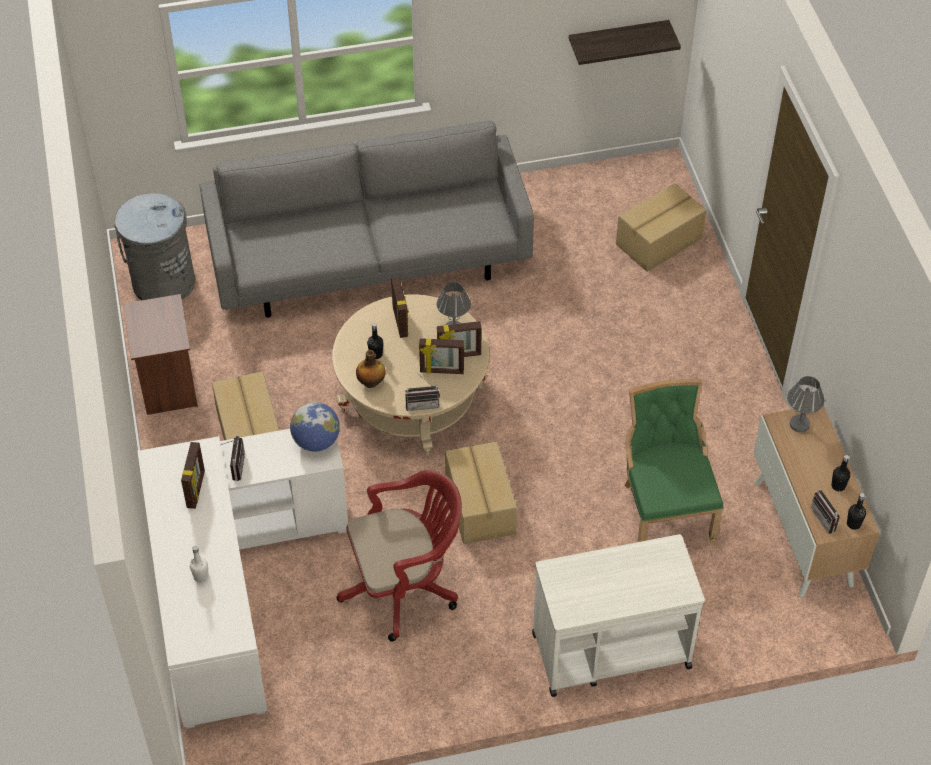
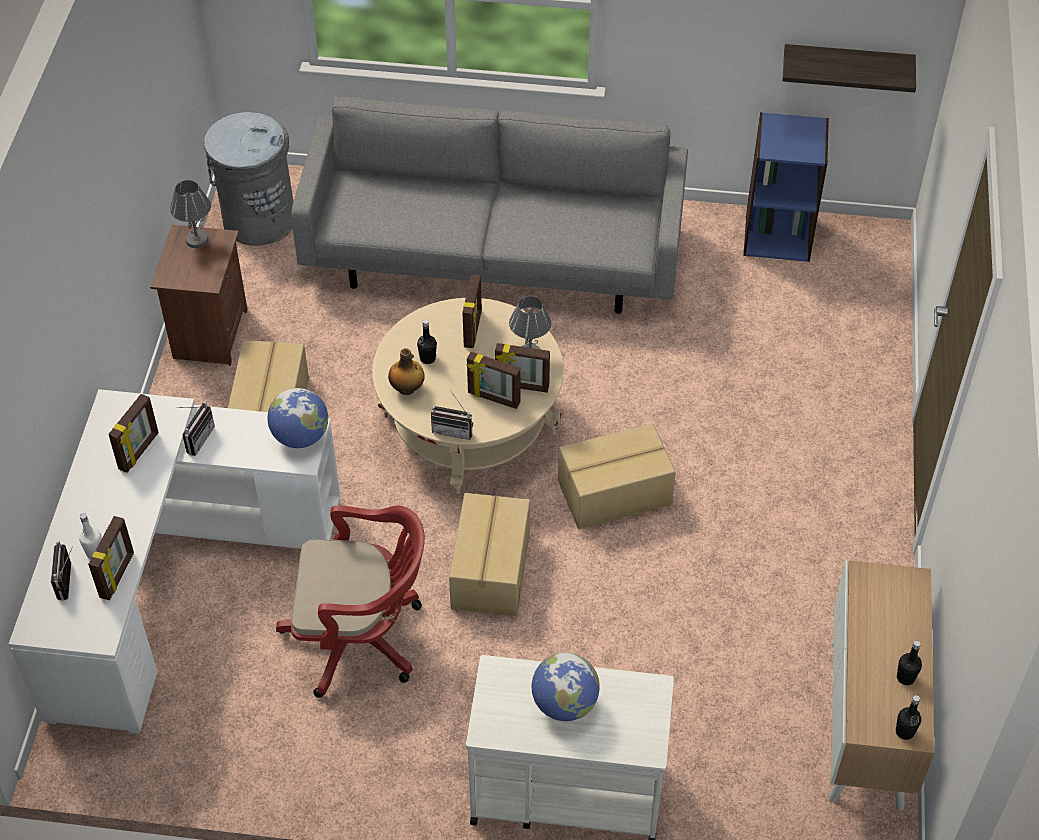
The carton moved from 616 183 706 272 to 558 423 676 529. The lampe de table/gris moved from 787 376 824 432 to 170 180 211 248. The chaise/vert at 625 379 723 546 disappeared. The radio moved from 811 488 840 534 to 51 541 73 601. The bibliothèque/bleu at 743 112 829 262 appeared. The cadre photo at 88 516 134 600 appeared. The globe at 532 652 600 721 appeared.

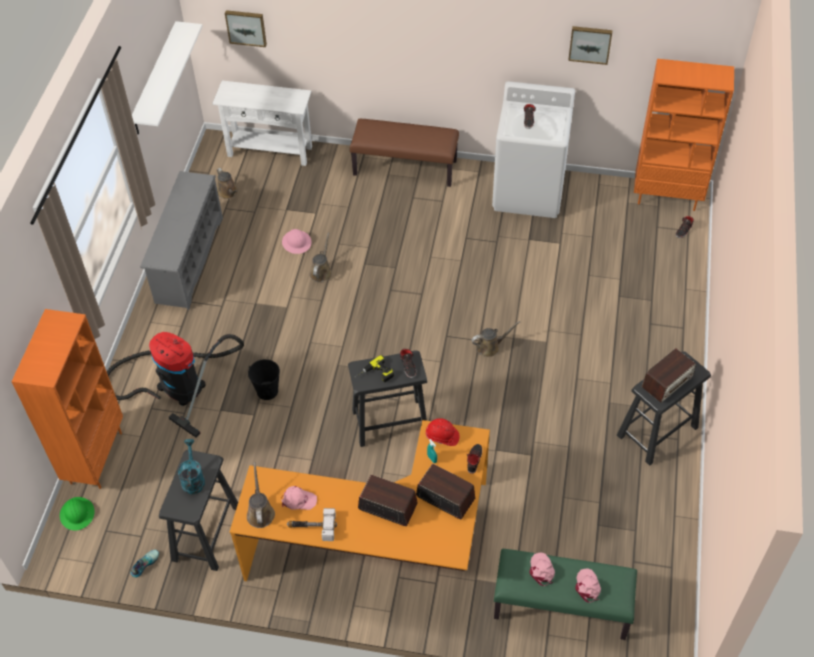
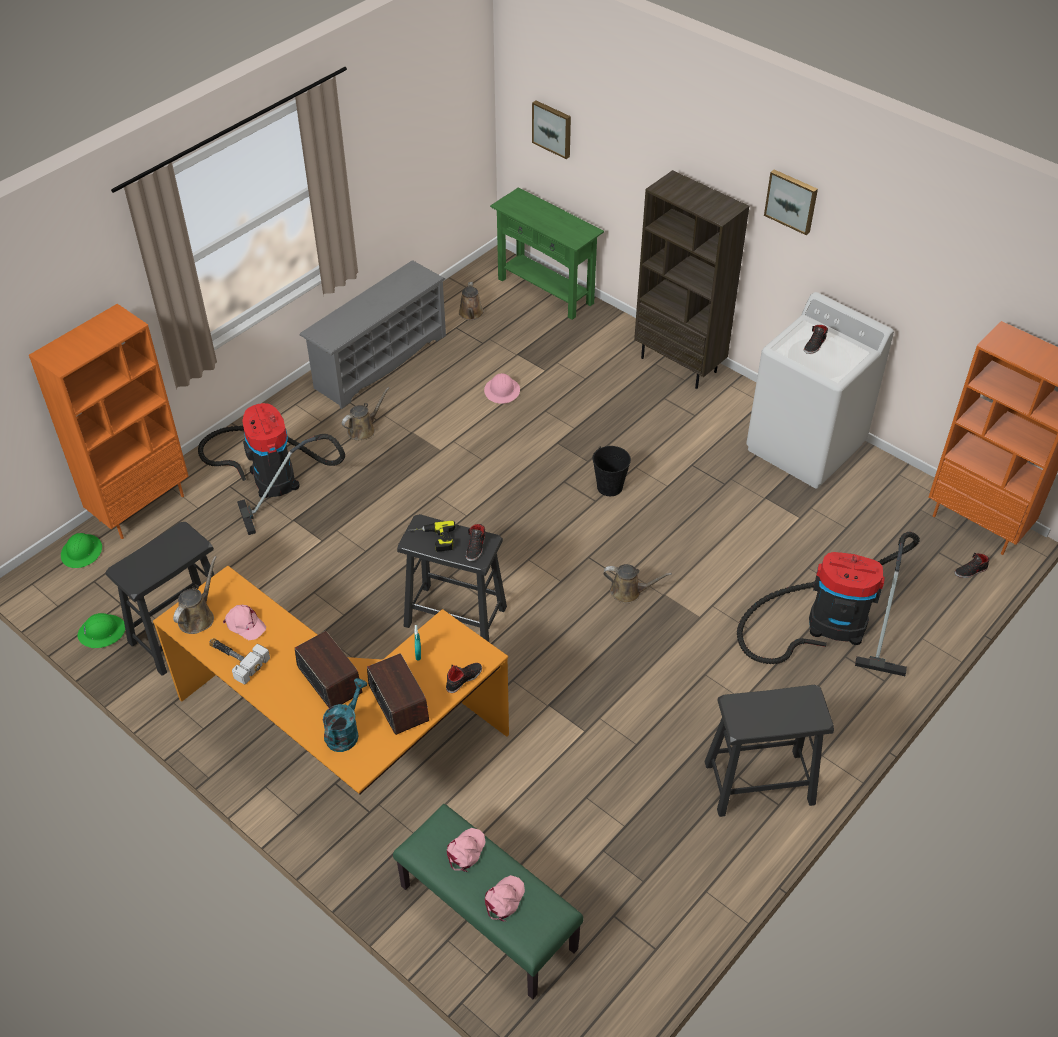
The étagère/blanc at 132 21 203 135 disappeared. The tableau moved from 568 26 613 65 to 764 169 818 235. The table console/blanc at 212 81 312 166 became the table console/vert at 490 187 604 320. The banc/marron at 350 119 459 187 was replaced by the bibliothèque/marron at 634 170 749 389. The arrosoir/marron moved from 310 233 332 283 to 342 387 389 441. The radio at 642 349 696 403 disappeared. The seau/noir moved from 248 359 280 400 to 592 446 631 496. The casque de chantier/rouge at 425 418 460 446 disappeared. The arrosoir/turquoise moved from 178 439 205 494 to 323 678 368 752. The chaussure at 131 550 159 577 was replaced by the casque de chantier/vert at 78 613 125 648. The aspirateur at 737 532 920 676 appeared.

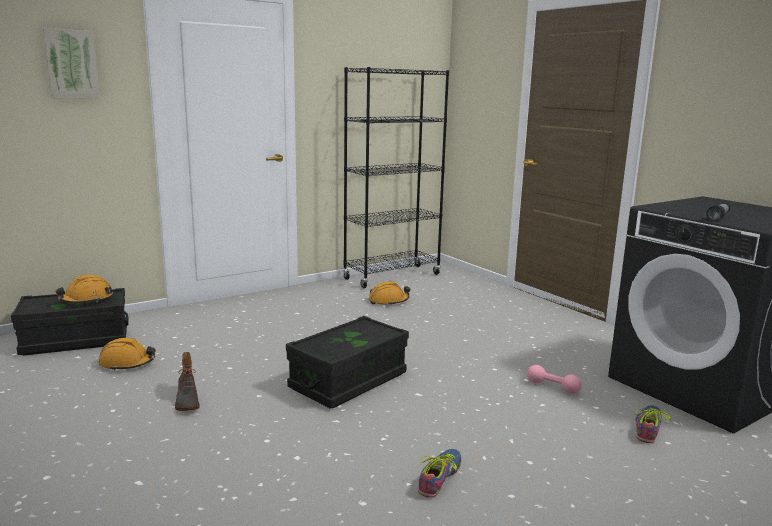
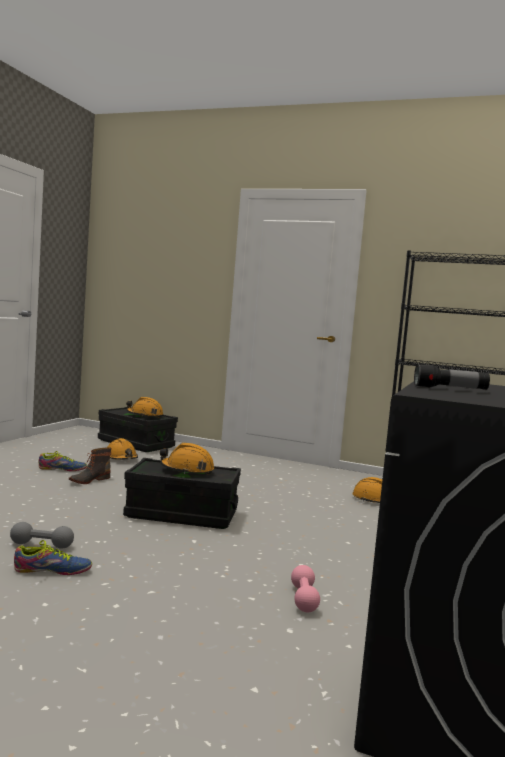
The tableau at 43 28 100 99 disappeared. The chaussure moved from 635 405 671 443 to 39 451 87 471. The casque de chantier/orange at 160 443 214 475 appeared. The haltère/gris at 10 522 74 549 appeared.

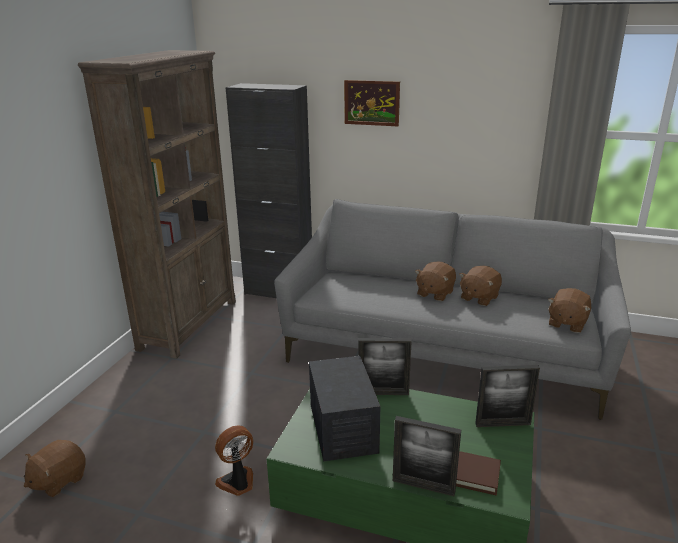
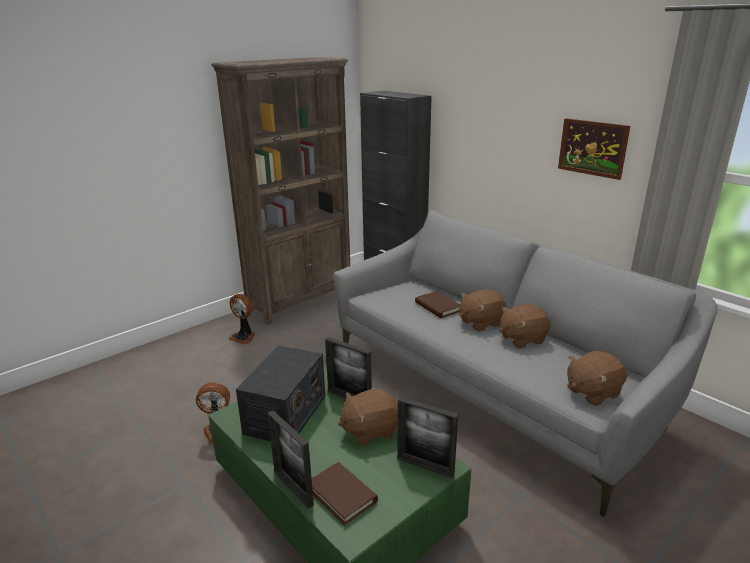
The tableau moved from 344 80 400 126 to 558 118 630 180. The peluche/marron moved from 24 440 86 497 to 338 388 398 446. The livre/marron at 415 291 460 318 appeared. The ventilateur at 228 294 255 345 appeared.

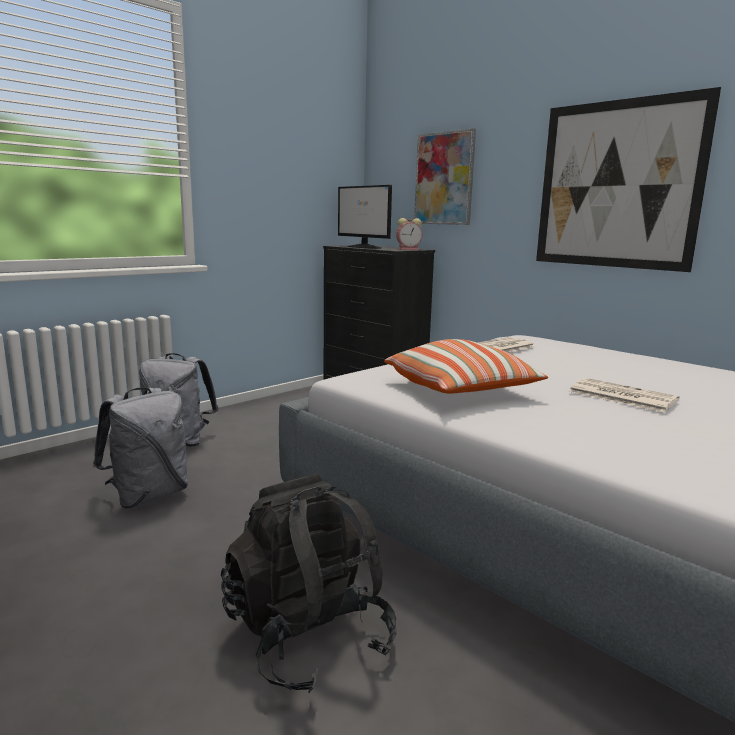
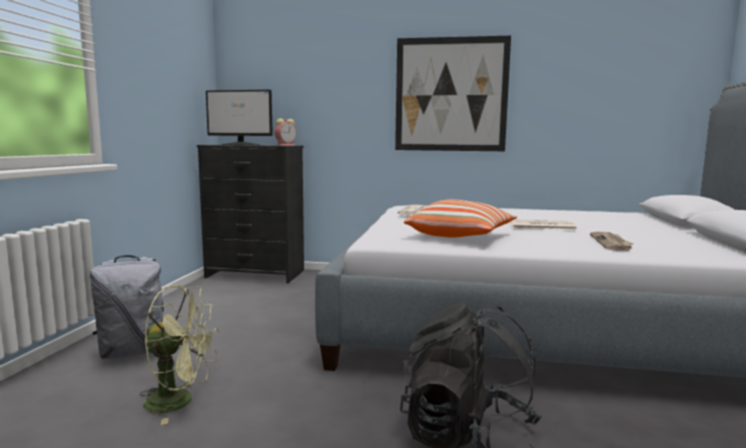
The tableau at 414 128 476 225 disappeared. The sac à dos/gris at 93 387 188 509 was replaced by the ventilateur/vert at 140 285 219 425. The journal at 590 232 633 251 appeared.

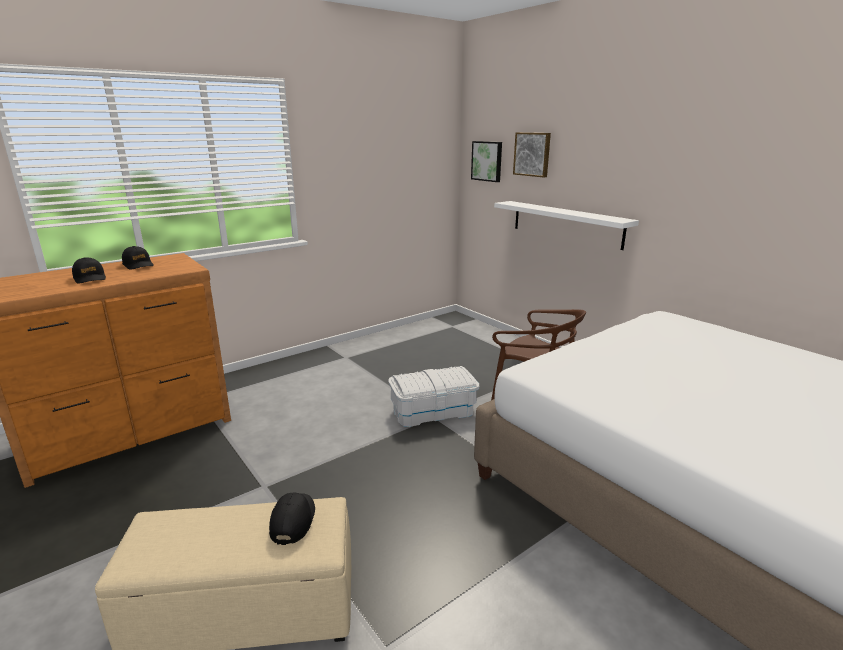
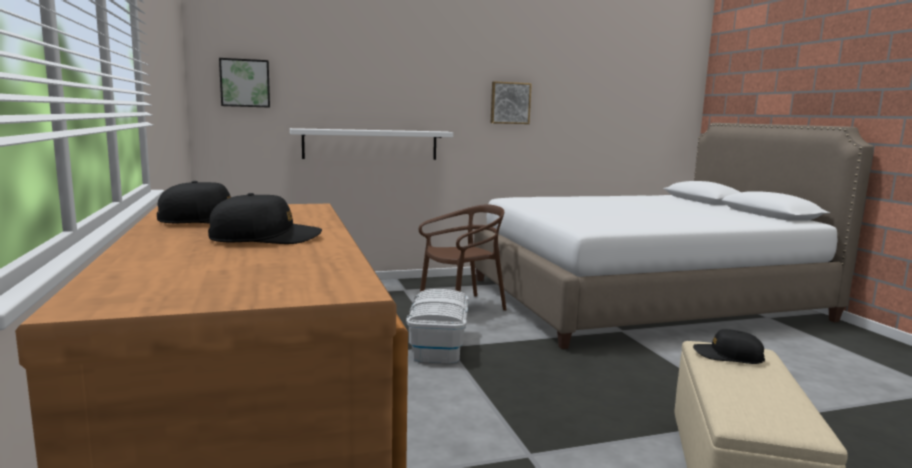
The tableau moved from 513 132 551 177 to 491 81 532 124.

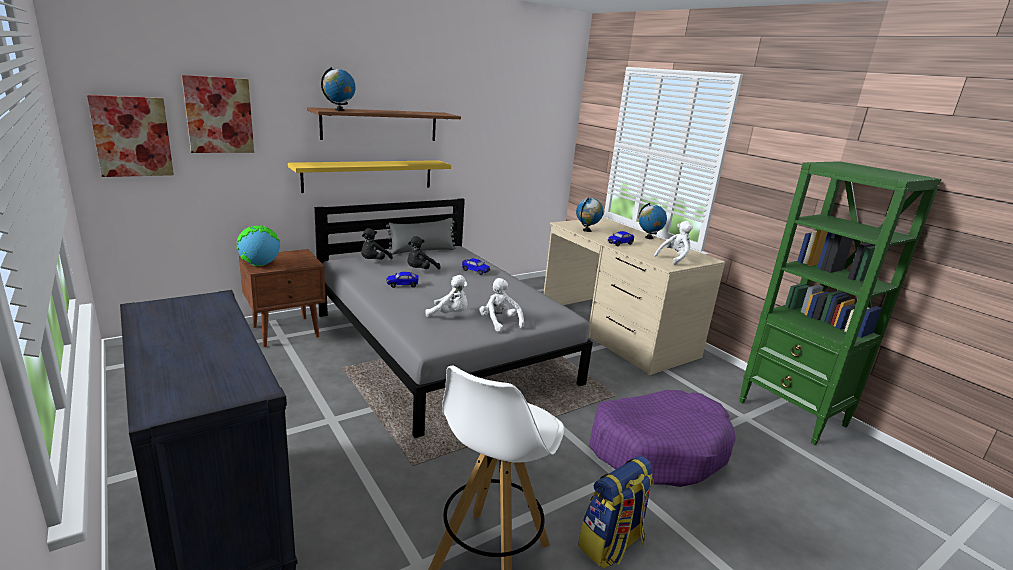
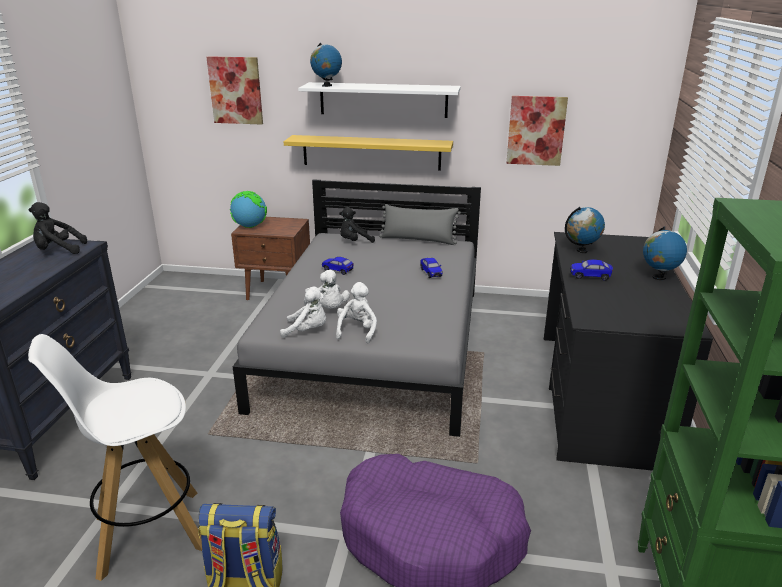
The tableau moved from 87 95 174 177 to 507 96 568 166. The étagère/marron at 307 107 461 141 became the étagère/blanc at 298 82 461 118. The bureau/beige at 543 217 725 375 became the bureau/noir at 544 232 713 471. The peluche/blanc moved from 654 221 693 265 to 280 287 326 338. The peluche/noir moved from 407 236 441 269 to 29 202 87 254.

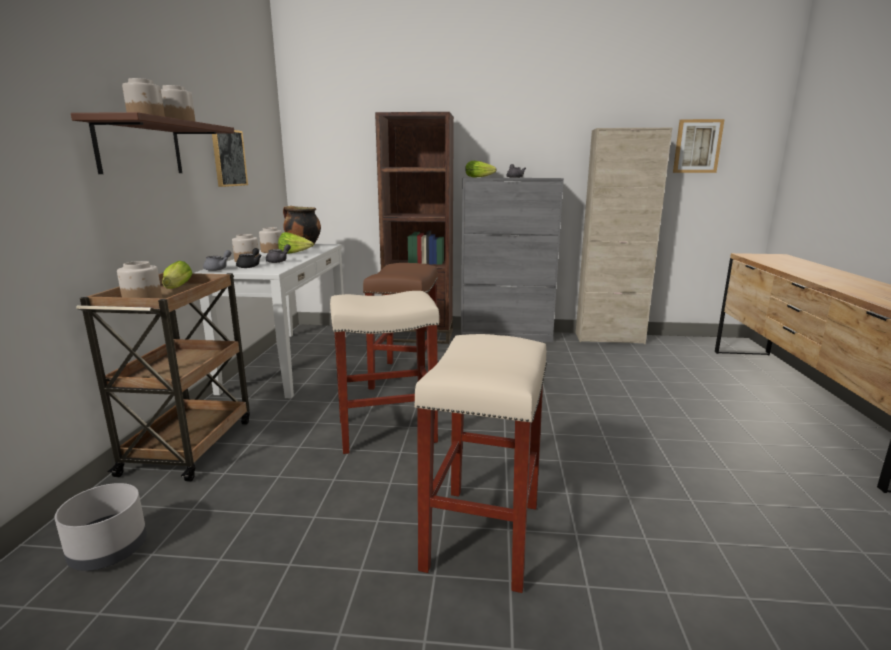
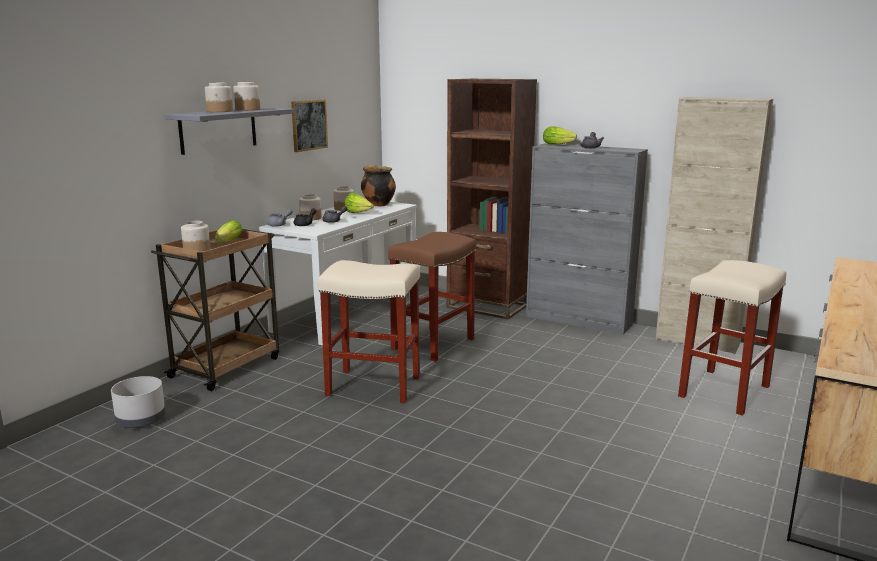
The étagère/marron at 71 112 235 174 became the étagère/gris at 165 107 296 155. The tableau at 673 119 725 173 disappeared. The tabouret/beige moved from 414 334 547 593 to 678 260 786 416.

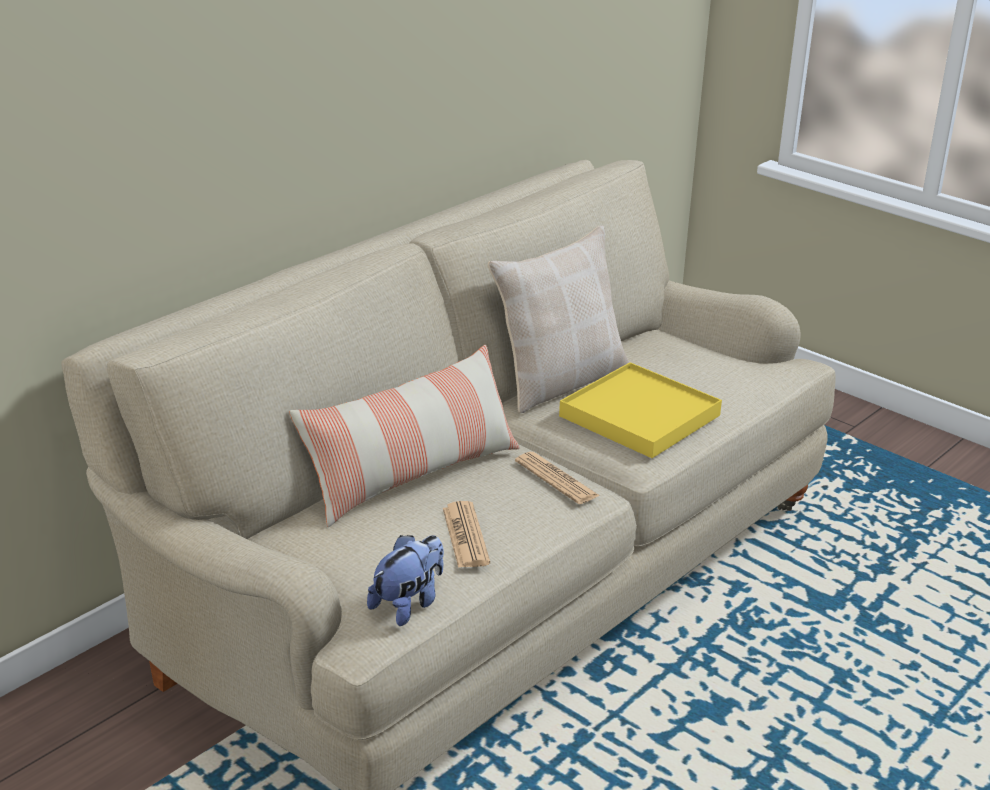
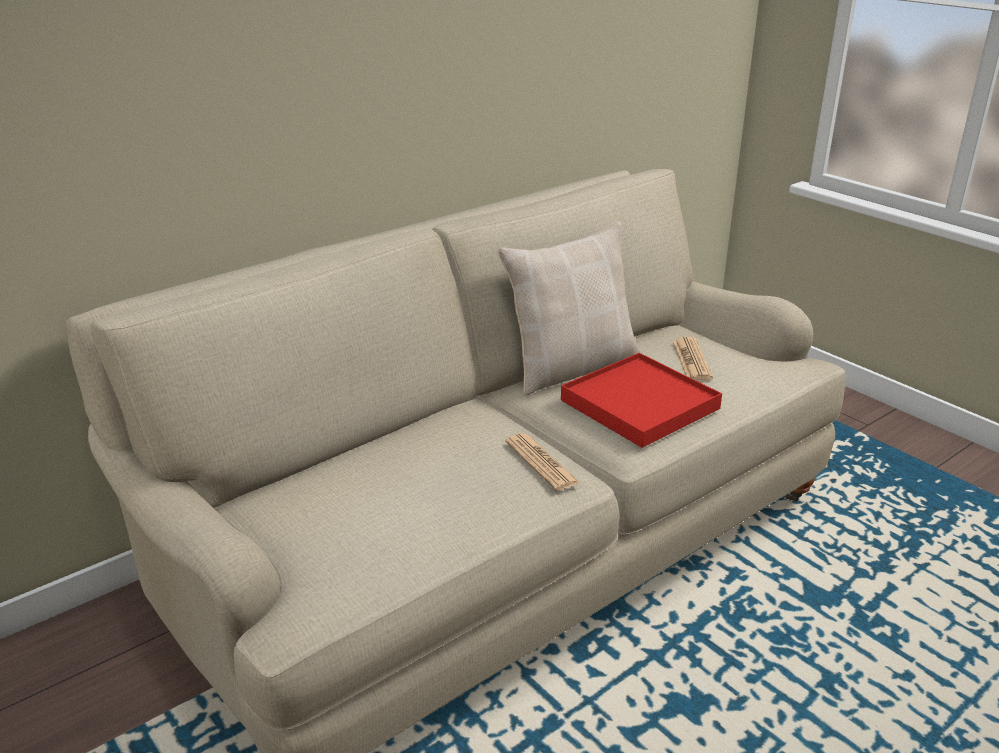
The coussin at 289 345 520 527 disappeared. The plateau/jaune at 559 362 722 458 became the plateau/rouge at 561 353 722 448. The journal moved from 443 501 490 568 to 673 337 713 380. The peluche at 367 535 444 626 disappeared.

